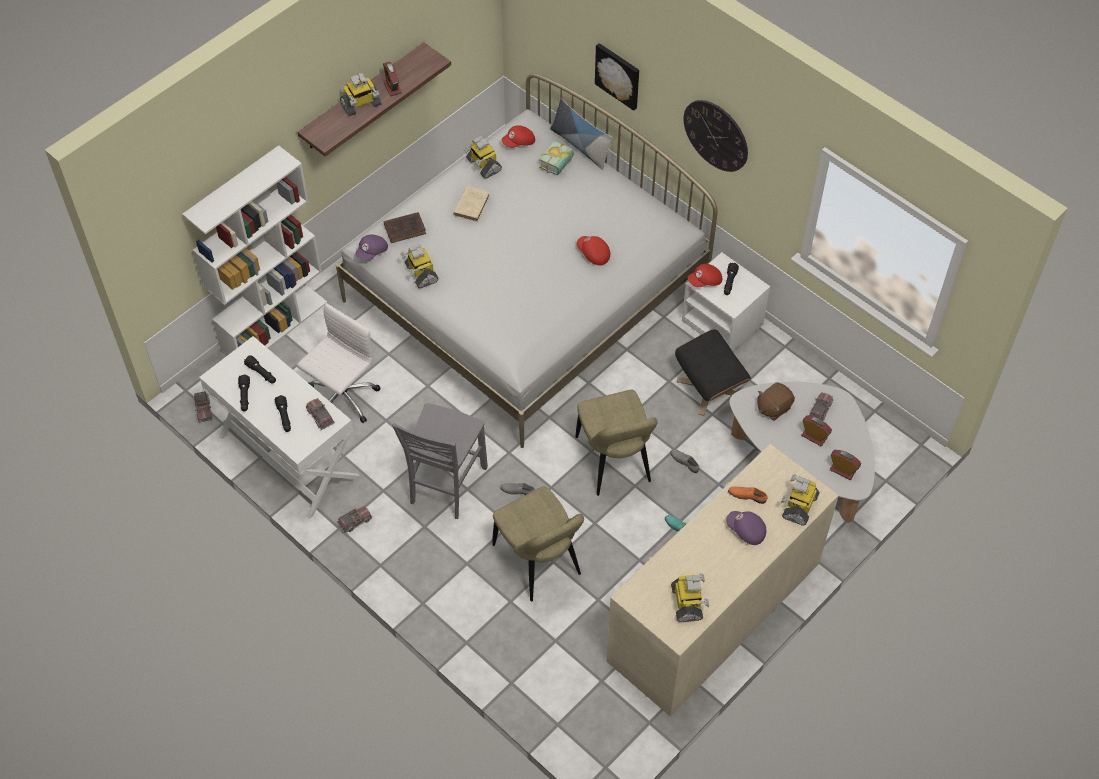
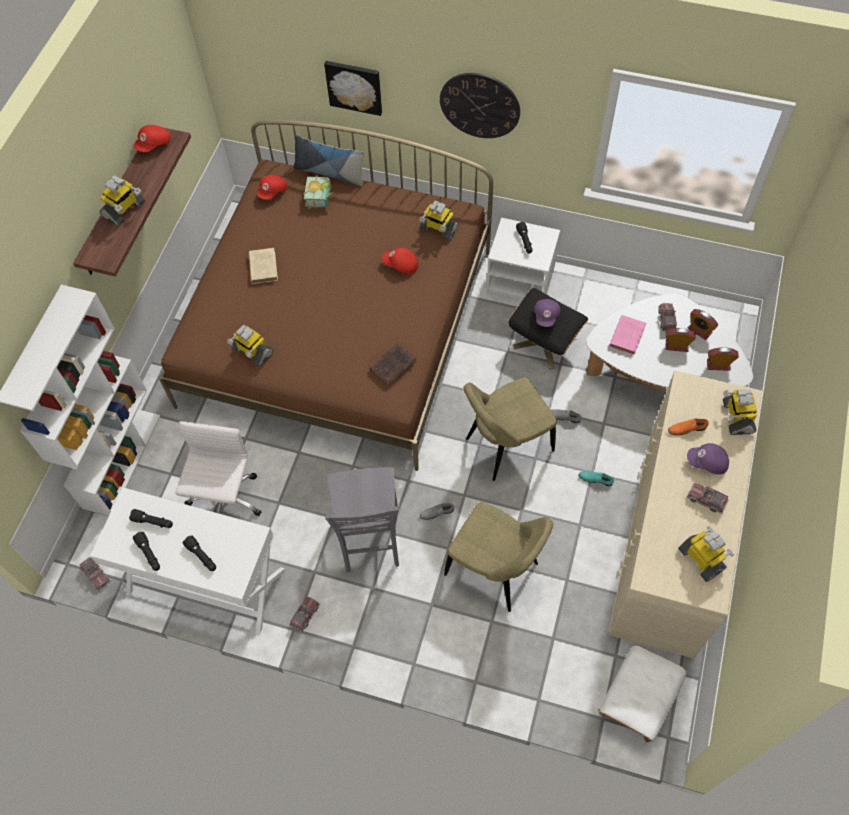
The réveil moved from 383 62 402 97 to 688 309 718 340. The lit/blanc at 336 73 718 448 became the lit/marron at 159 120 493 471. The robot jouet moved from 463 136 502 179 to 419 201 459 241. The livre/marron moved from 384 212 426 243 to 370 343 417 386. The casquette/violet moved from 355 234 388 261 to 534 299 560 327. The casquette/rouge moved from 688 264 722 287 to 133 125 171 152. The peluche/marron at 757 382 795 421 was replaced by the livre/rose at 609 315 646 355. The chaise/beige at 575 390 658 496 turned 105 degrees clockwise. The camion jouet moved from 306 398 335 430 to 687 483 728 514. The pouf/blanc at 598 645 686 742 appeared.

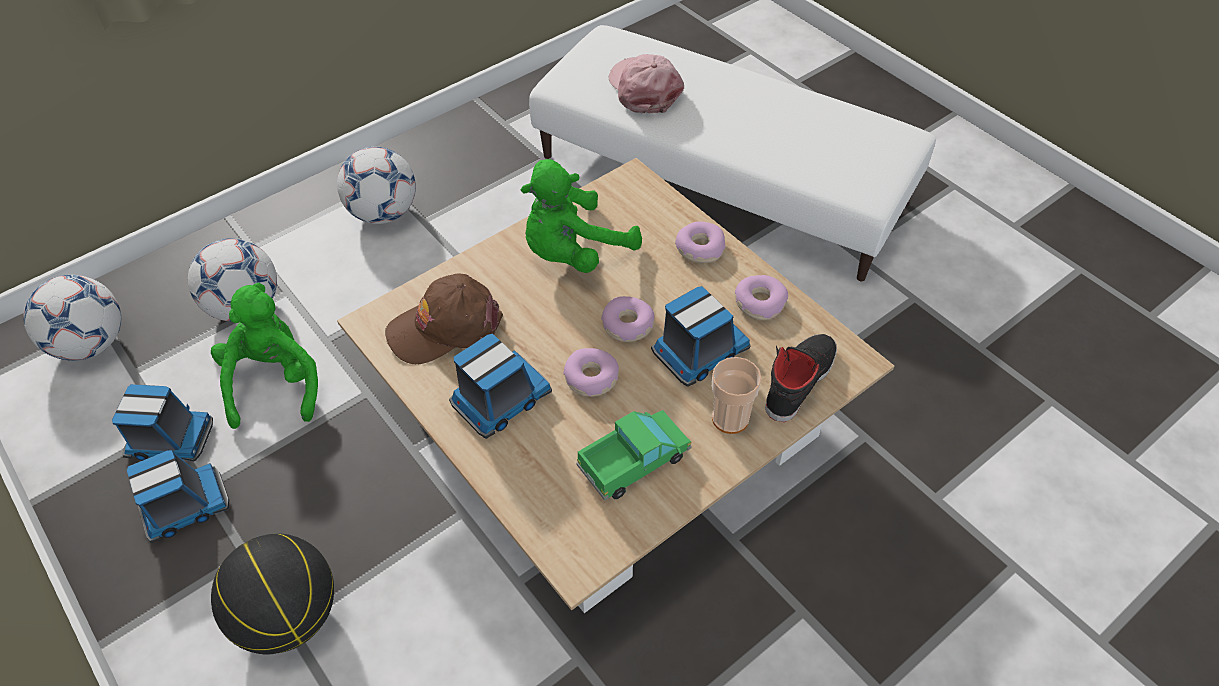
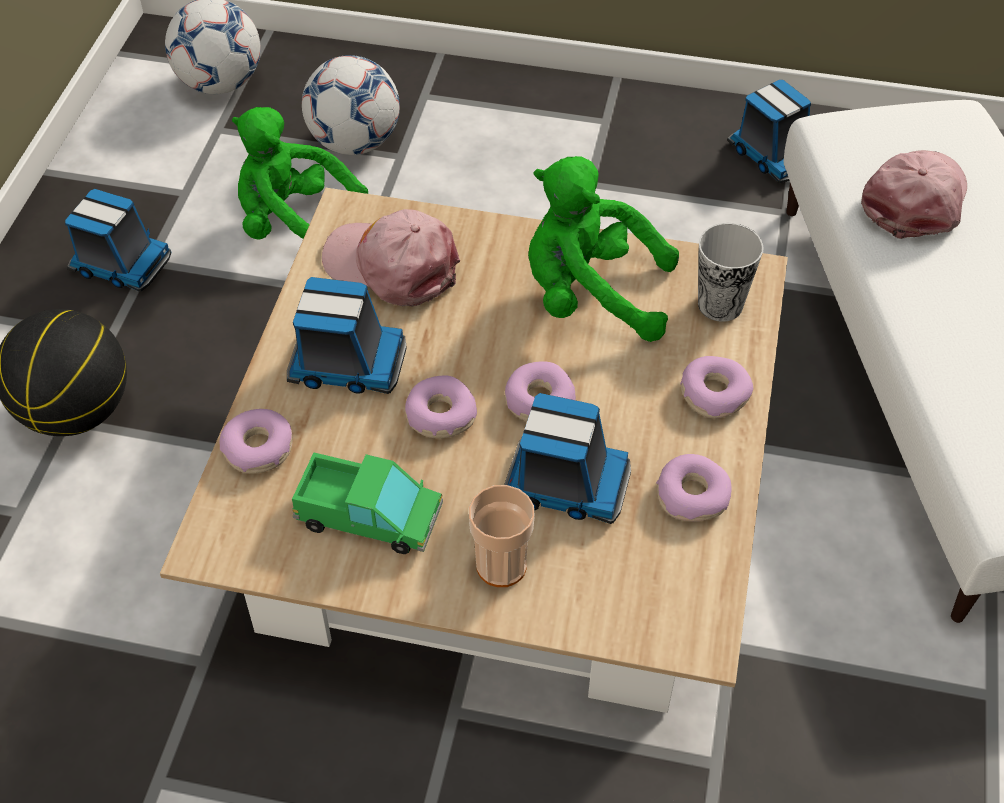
The ballon de foot at 337 147 416 224 disappeared. The casquette/marron at 385 273 503 364 became the casquette/rose at 322 209 460 307. The peluche/vert at 211 282 318 429 turned 120 degrees counterclockwise. The chaussure/noir at 765 334 837 422 disappeared. The camion jouet moved from 112 384 213 461 to 727 80 811 183. The tasse at 698 223 764 322 appeared. The beignet at 220 409 293 474 appeared.

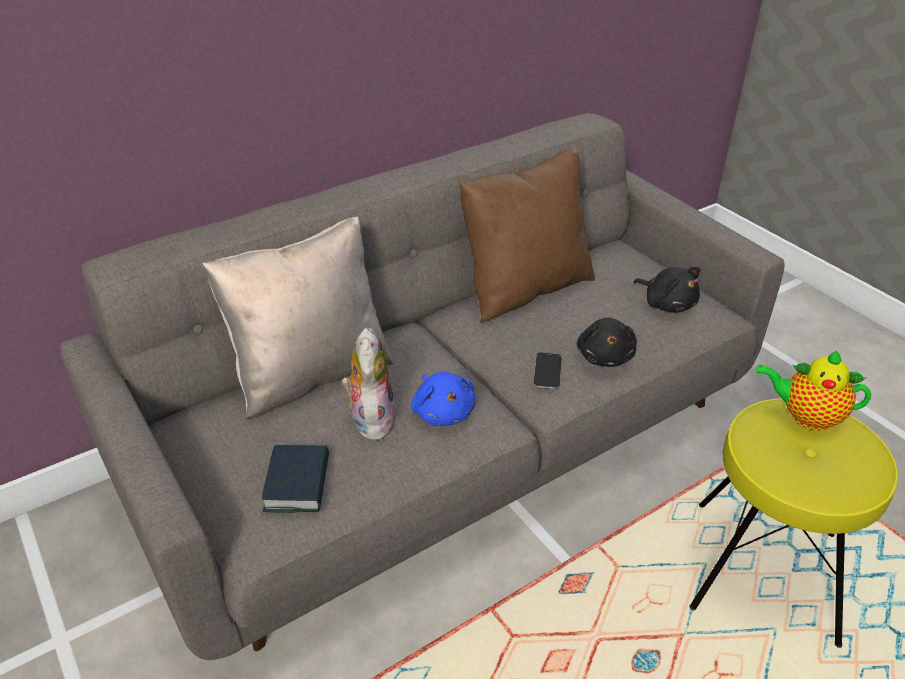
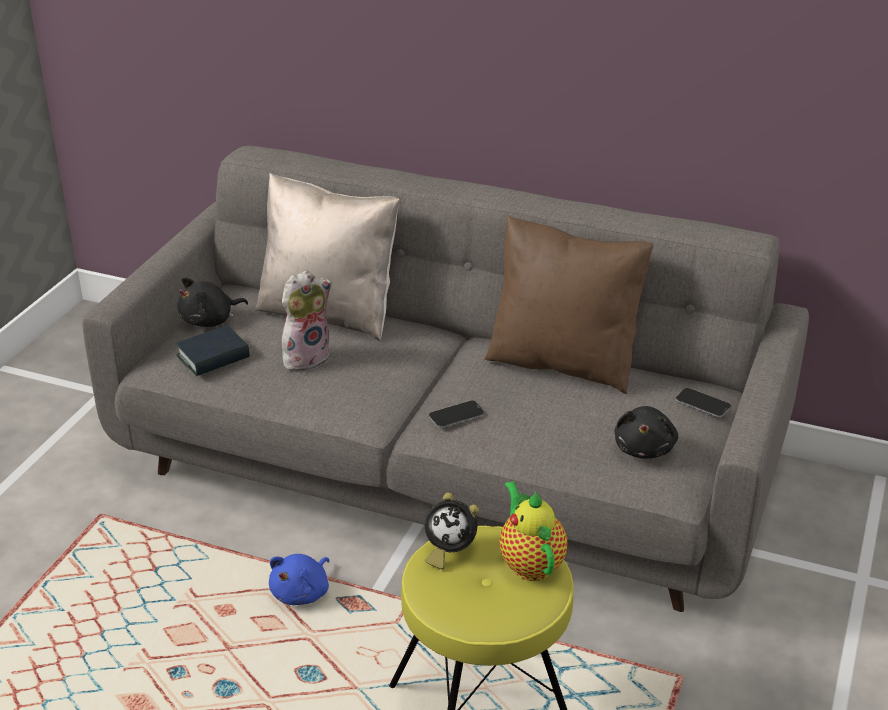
The peluche/noir moved from 577 318 637 367 to 178 277 248 327. The peluche/bleu moved from 411 372 475 426 to 269 554 329 605. The téléphone at 676 388 731 417 appeared. The réveil at 425 492 479 569 appeared.

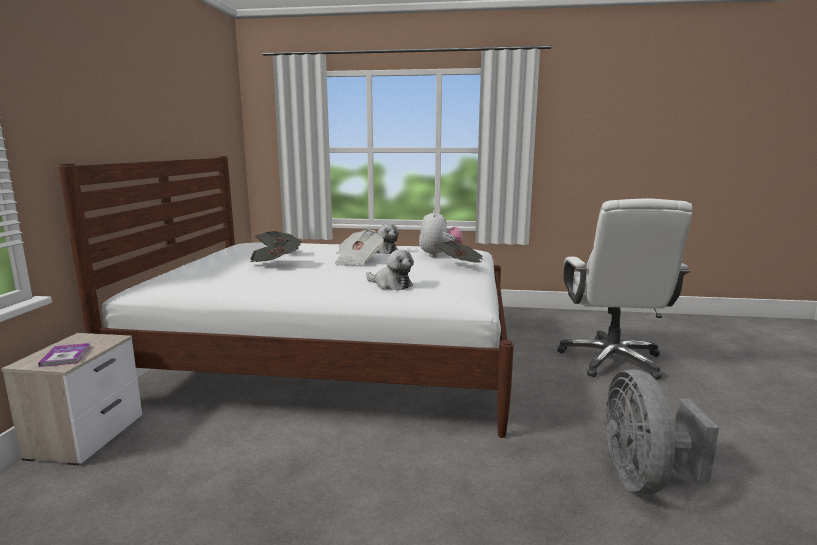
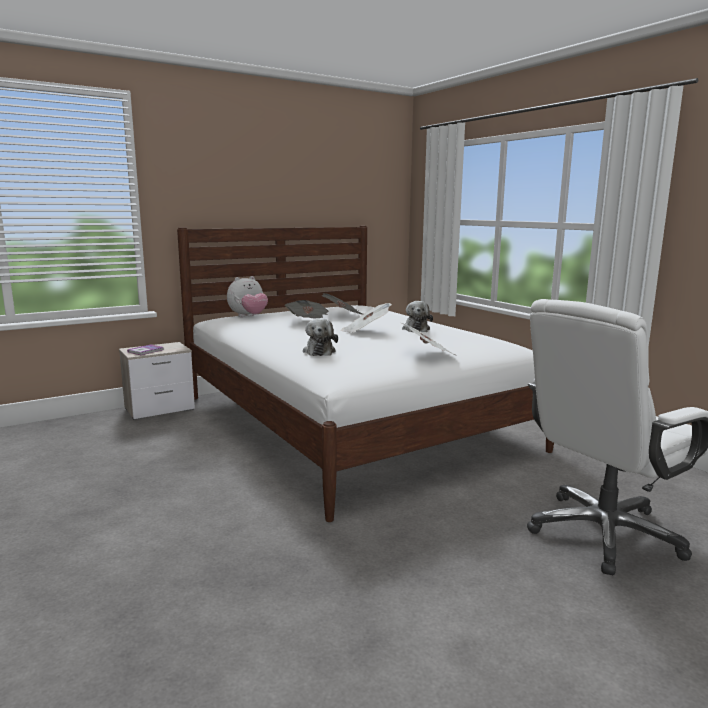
The peluche moved from 419 210 463 257 to 227 276 268 317. The ventilateur/gris at 604 369 719 494 disappeared.

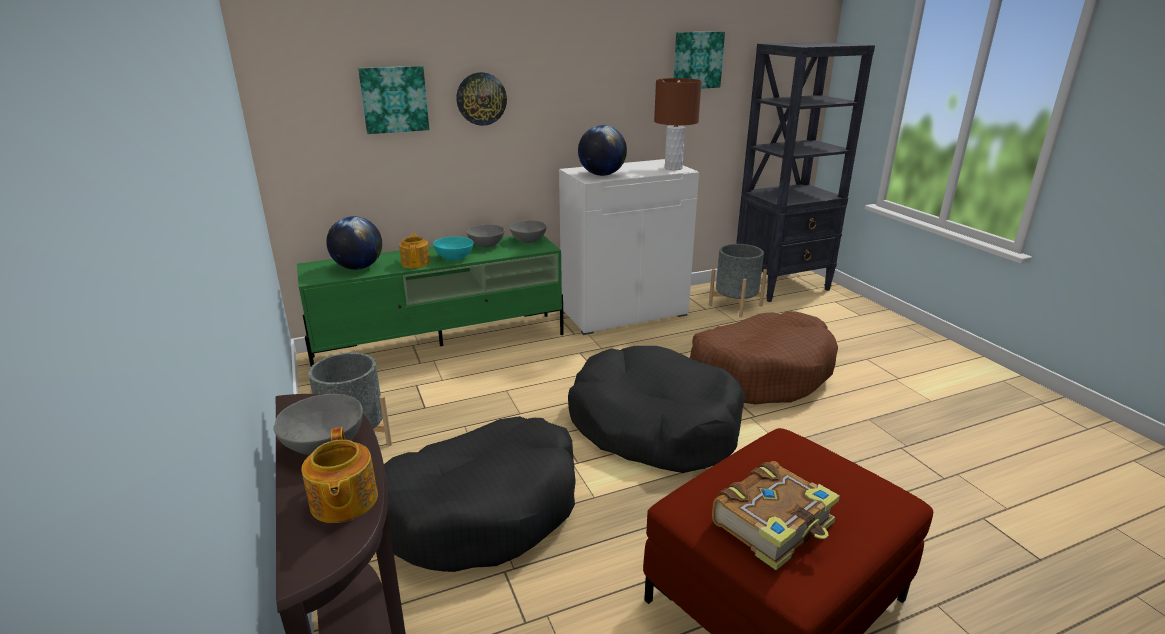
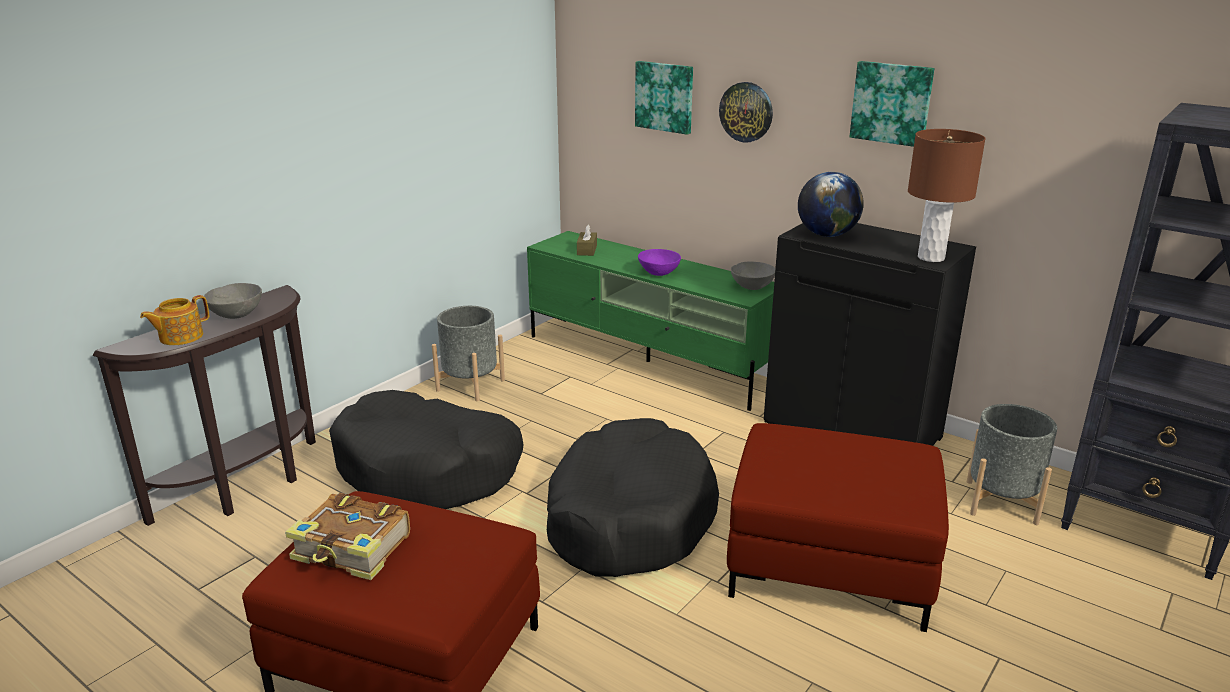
The tableau moved from 674 31 725 89 to 850 61 934 147. The meuble de rangement/blanc at 559 159 699 335 became the meuble de rangement/noir at 764 223 976 446. The globe at 326 216 382 270 was replaced by the boîte à mouchoirs/marron at 577 224 597 256. The bol/gris at 466 224 504 247 disappeared. The théière at 399 233 430 269 disappeared. The bol/turquoise at 433 237 474 260 became the bol/violet at 638 249 681 276. The panier pour chien/marron at 690 311 838 404 was replaced by the pouf/rouge at 727 423 949 632.

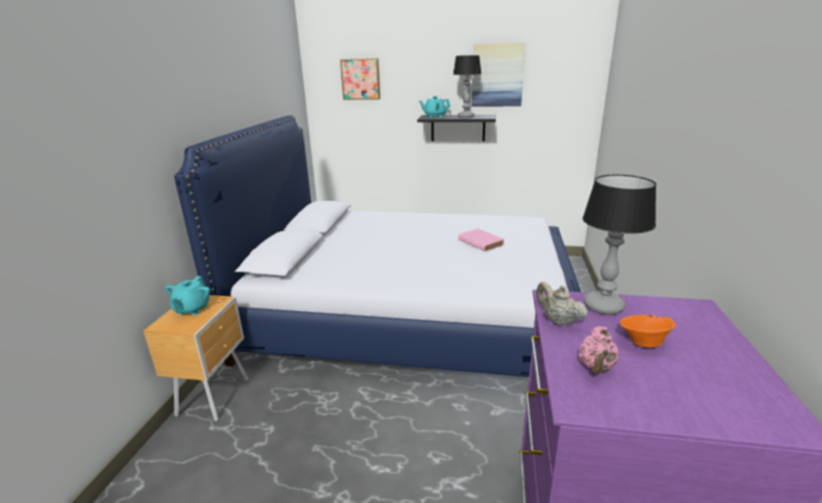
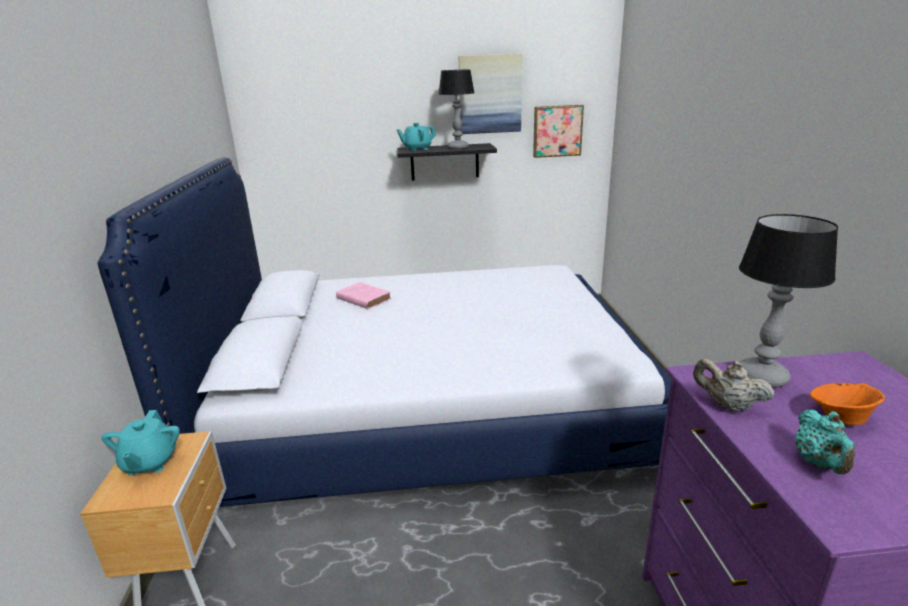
The tableau moved from 340 58 380 100 to 533 105 584 158. The livre/rose moved from 458 229 505 252 to 336 282 391 309. The théière/rose at 579 326 619 374 became the théière/turquoise at 795 410 855 474.

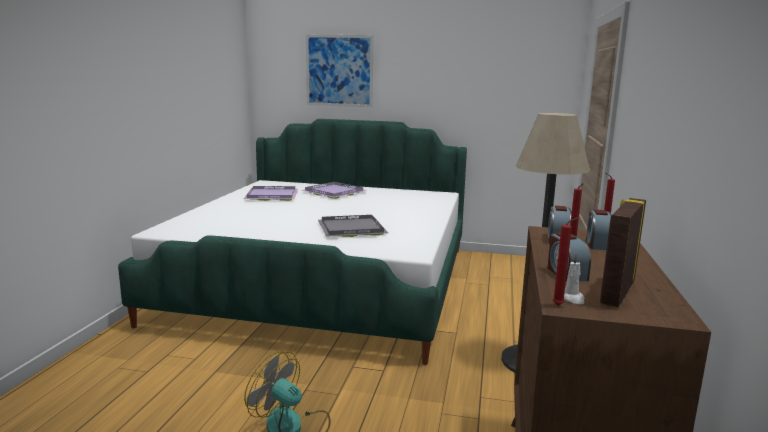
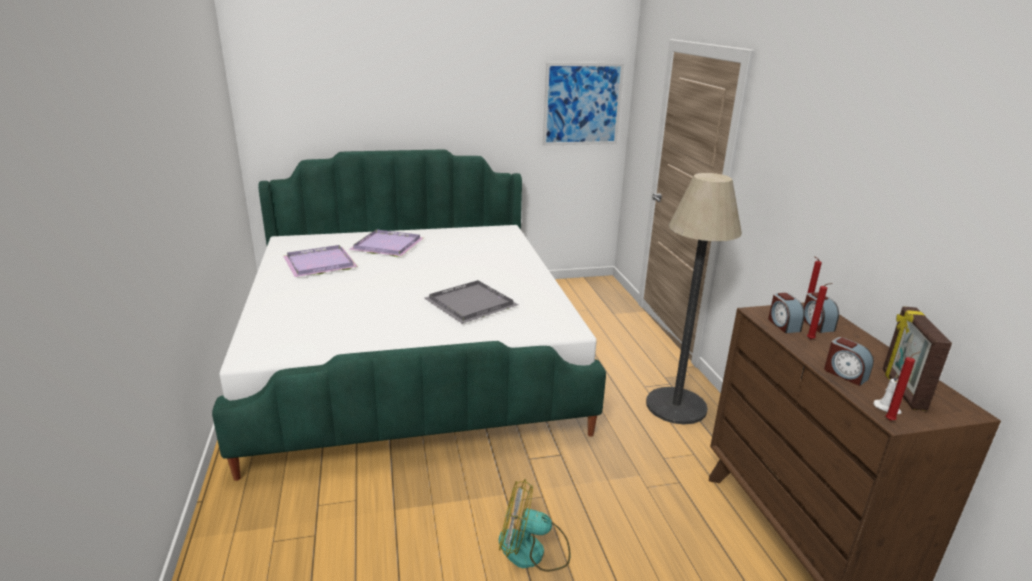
The tableau moved from 306 35 374 107 to 543 62 624 146.

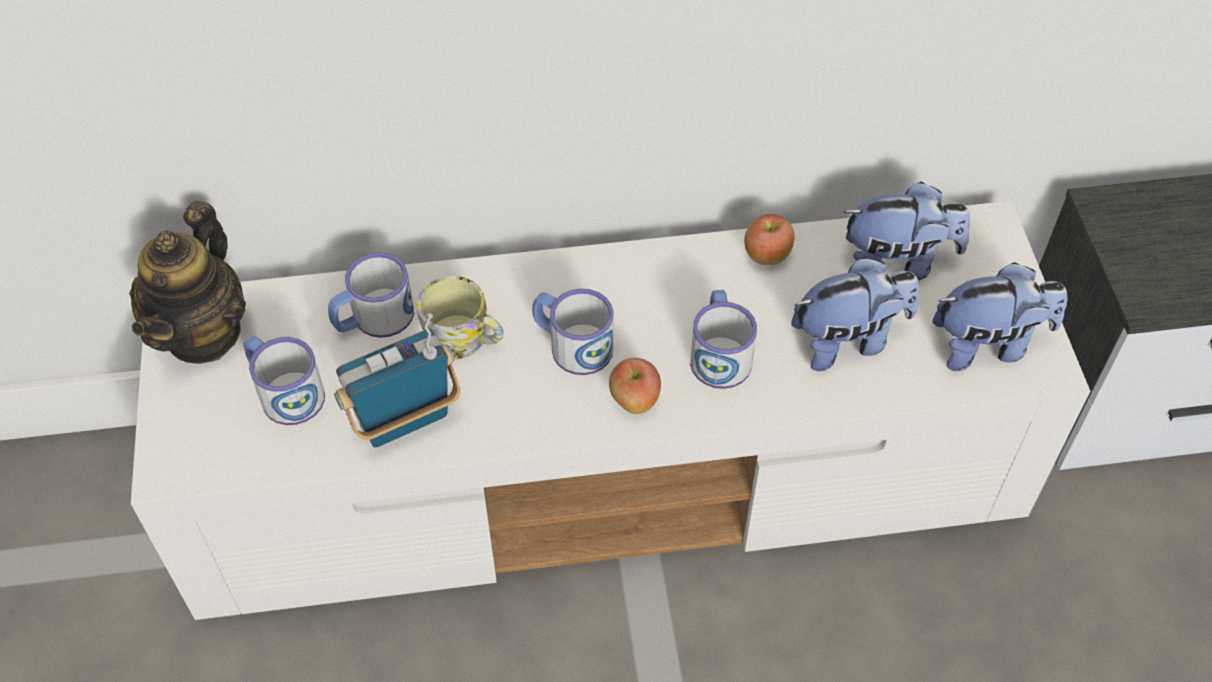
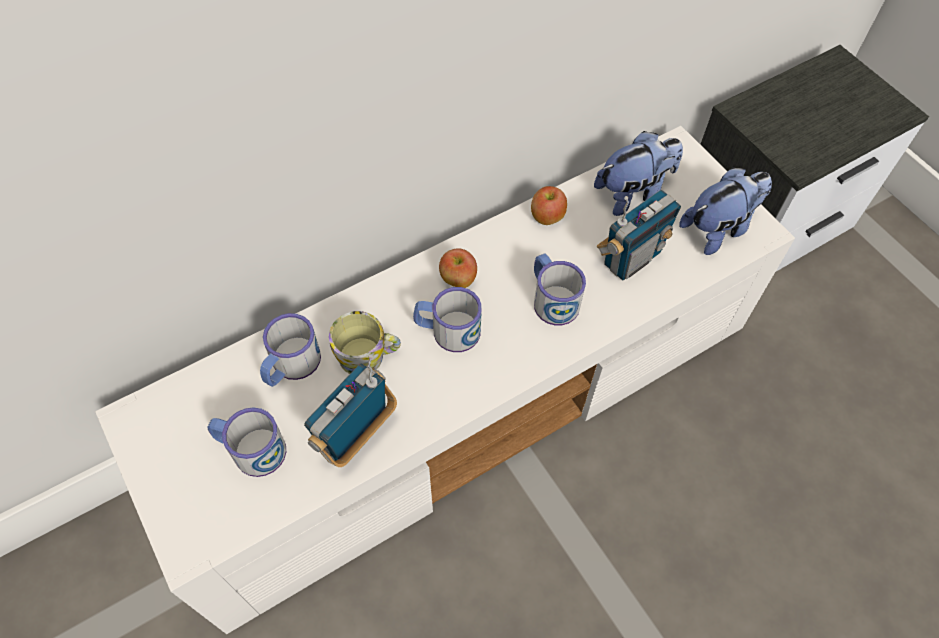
The théière at 129 201 246 364 disappeared. The peluche at 791 257 920 371 was replaced by the radio at 597 189 681 280. The pomme moved from 609 358 661 414 to 439 248 477 288.

